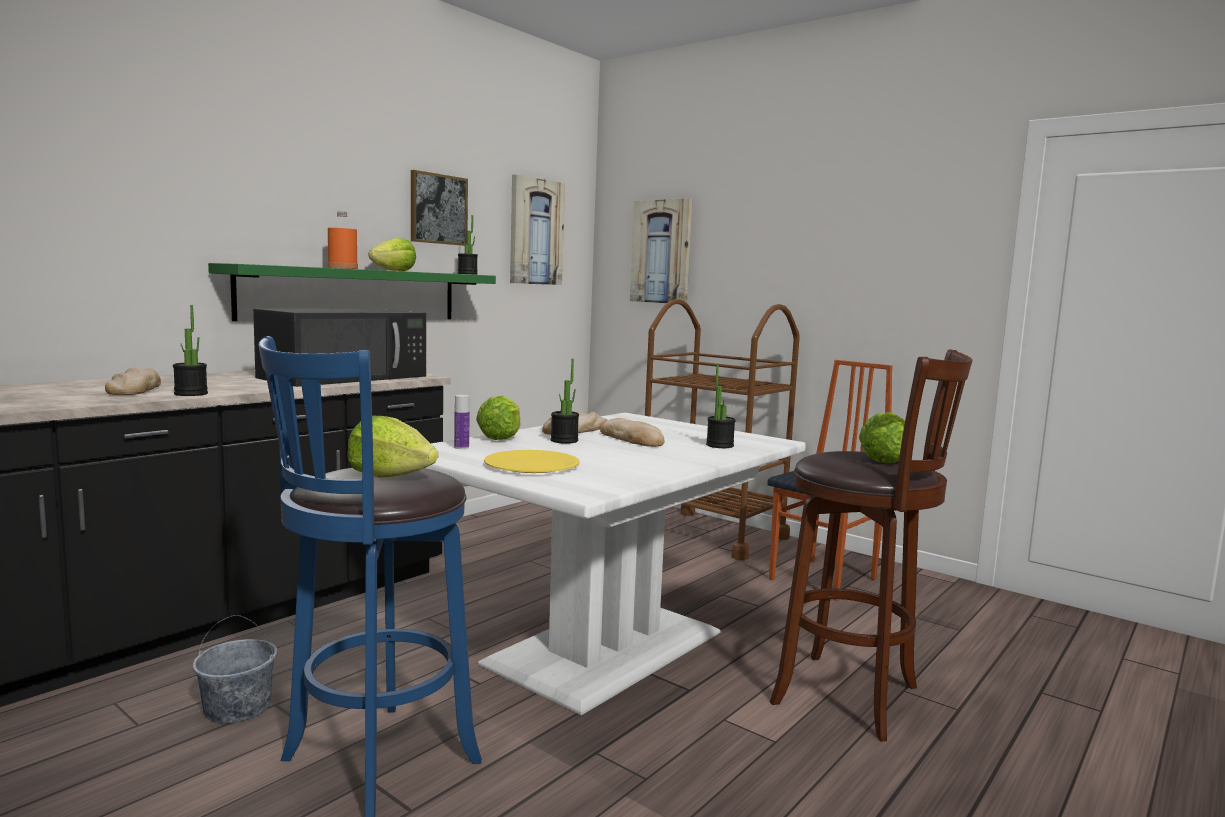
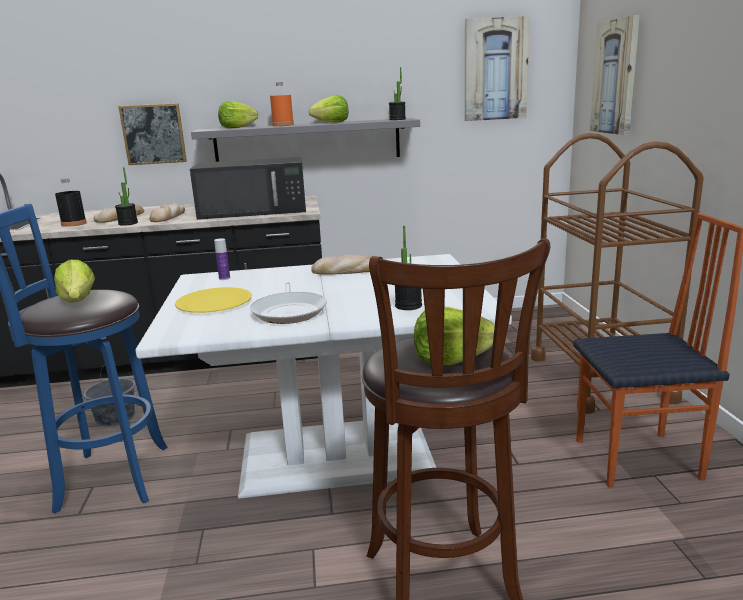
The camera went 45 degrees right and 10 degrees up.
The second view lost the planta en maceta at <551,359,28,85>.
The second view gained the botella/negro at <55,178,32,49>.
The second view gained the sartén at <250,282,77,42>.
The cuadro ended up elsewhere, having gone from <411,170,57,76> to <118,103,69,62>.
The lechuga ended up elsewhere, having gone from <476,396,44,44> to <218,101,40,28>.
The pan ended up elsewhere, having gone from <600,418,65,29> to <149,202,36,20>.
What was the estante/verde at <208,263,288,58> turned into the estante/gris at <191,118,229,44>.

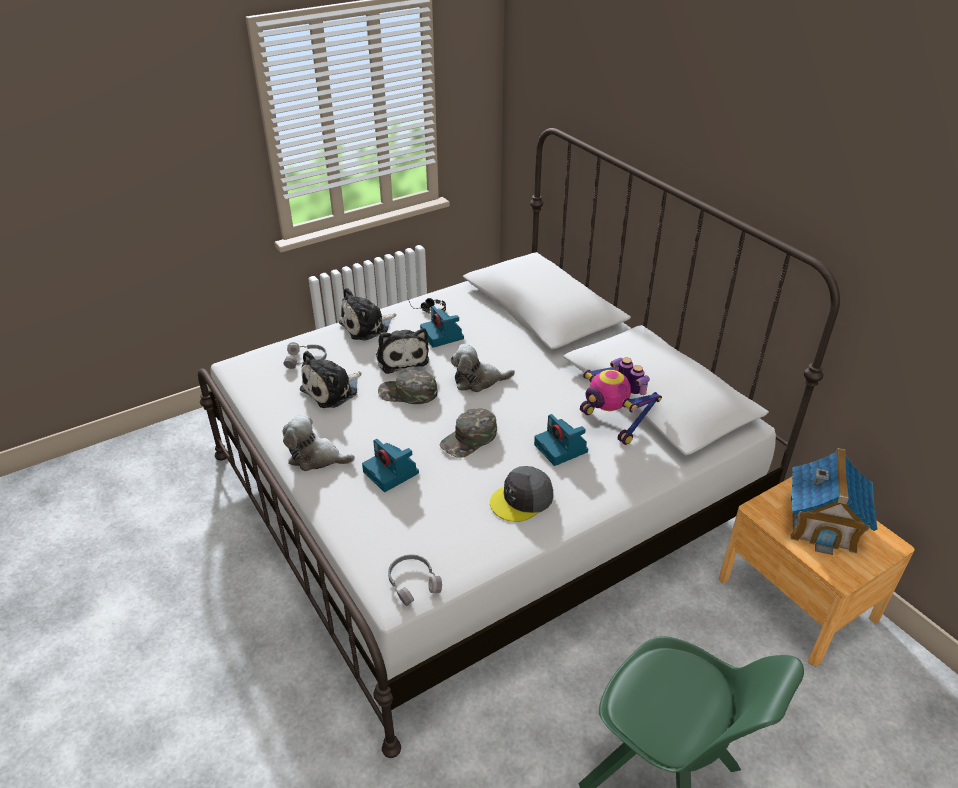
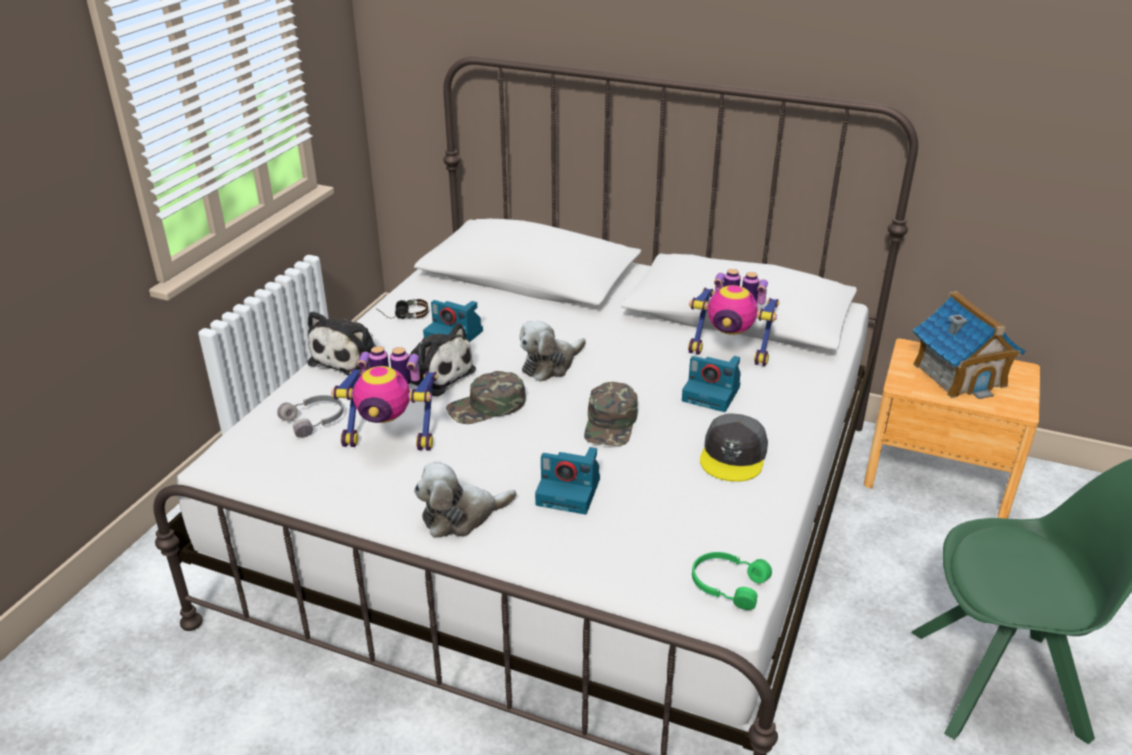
The camera went 35 degrees left and 5 degrees down.
Where the peluche stood at <300,351,61,57>, the robot de juguete came to stand at <331,346,107,105>.
What was the auriculares/gris at <388,555,54,51> turned into the auriculares/verde at <692,552,80,58>.

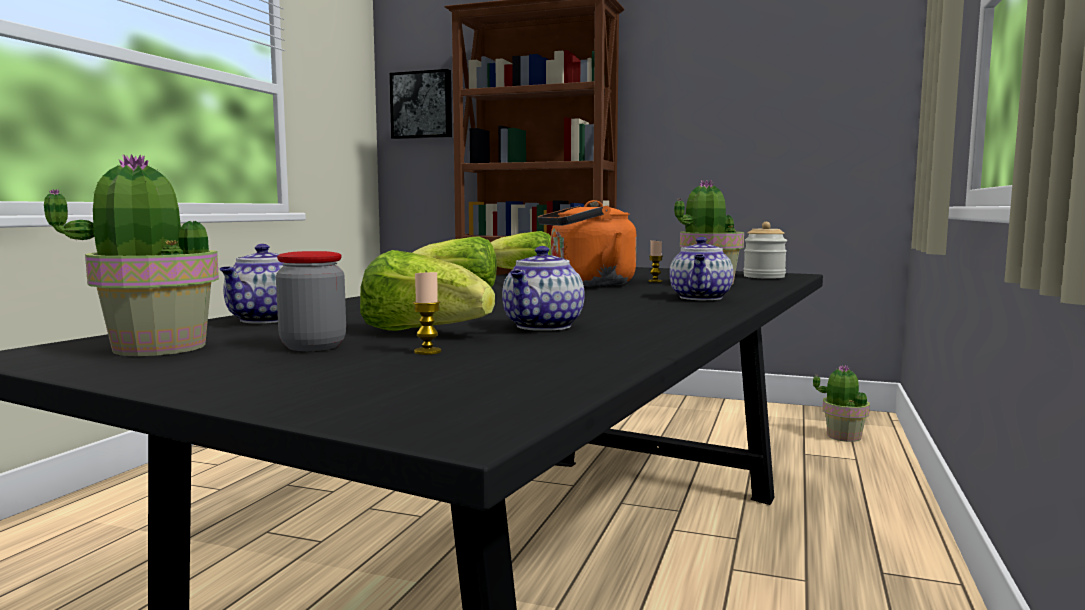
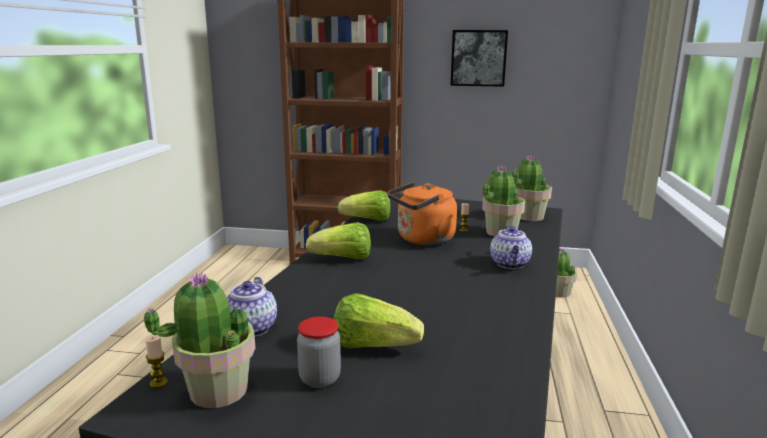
The camera went 10 degrees left and 10 degrees up.
The second view lost the tetera at <502,246,83,85>.
The cuadro ended up elsewhere, having gone from <390,69,62,70> to <451,30,57,57>.
The vela ended up elsewhere, having gone from <413,272,28,83> to <145,336,23,52>.
Where the tarro stood at <743,222,44,57>, the planta en maceta came to stand at <512,155,40,66>.

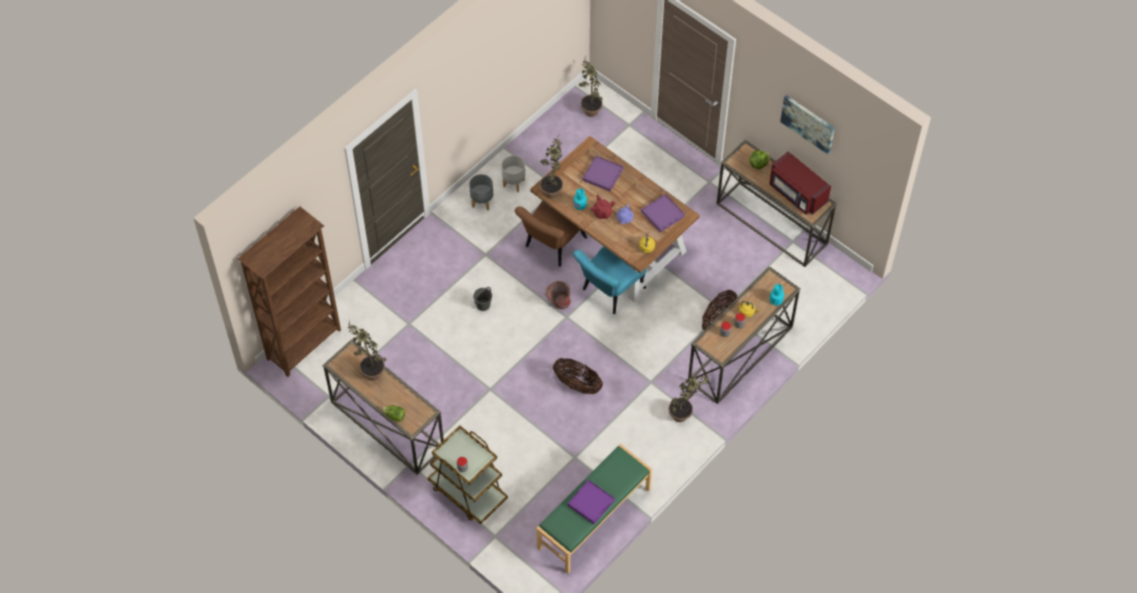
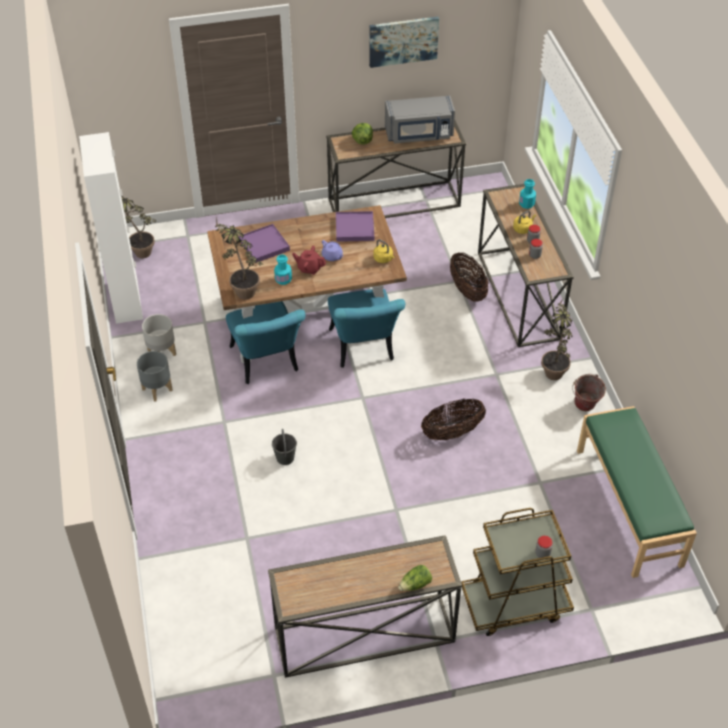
The camera went 55 degrees left and 10 degrees down.
The second view lost the estantería/marrón at <238,207,103,170>.
The second view lost the planta en maceta at <348,322,39,59>.
The second view lost the bandeja/morado at <568,480,47,44>.
The second view gained the armario/blanco at <79,132,64,192>.
The cubo ended up elsewhere, having gone from <545,281,26,28> to <572,374,34,37>.
What was the silla/marrón at <515,201,72,66> turned into the silla/turquesa at <226,301,80,83>.
What was the microondas/rojo at <770,151,61,64> turned into the microondas/gris at <385,96,70,47>.

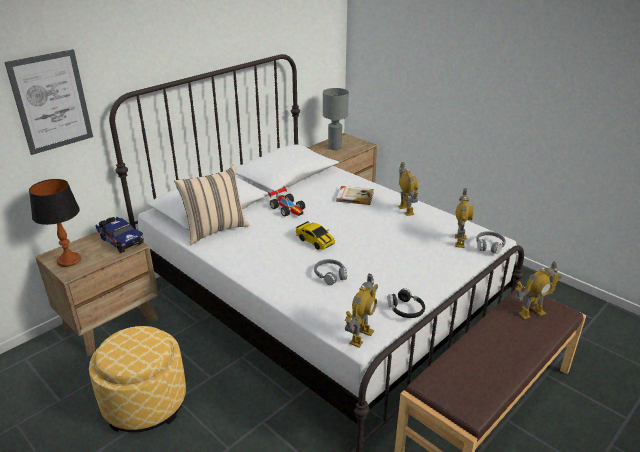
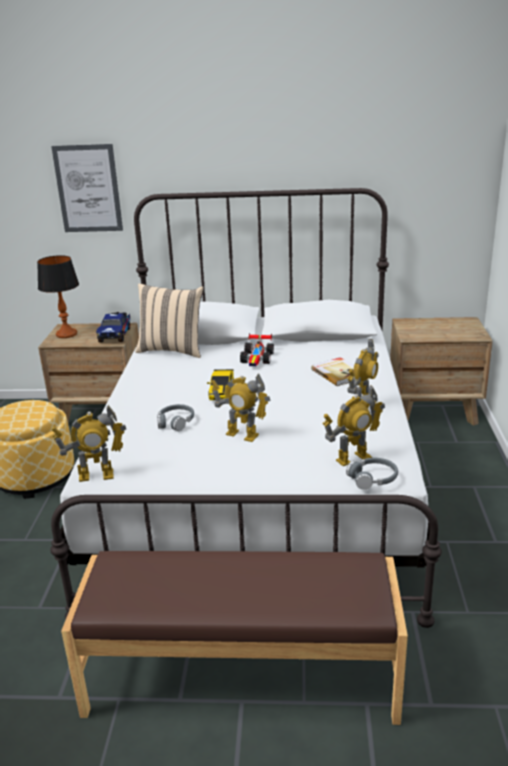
The camera went 50 degrees right and 5 degrees down.
The second view lost the lámpara de mesa/gris at <323,88,26,62>.
The second view lost the auriculares/negro at <387,288,38,30>.
The robot de juguete ended up elsewhere, having gone from <515,261,47,58> to <211,374,59,68>.

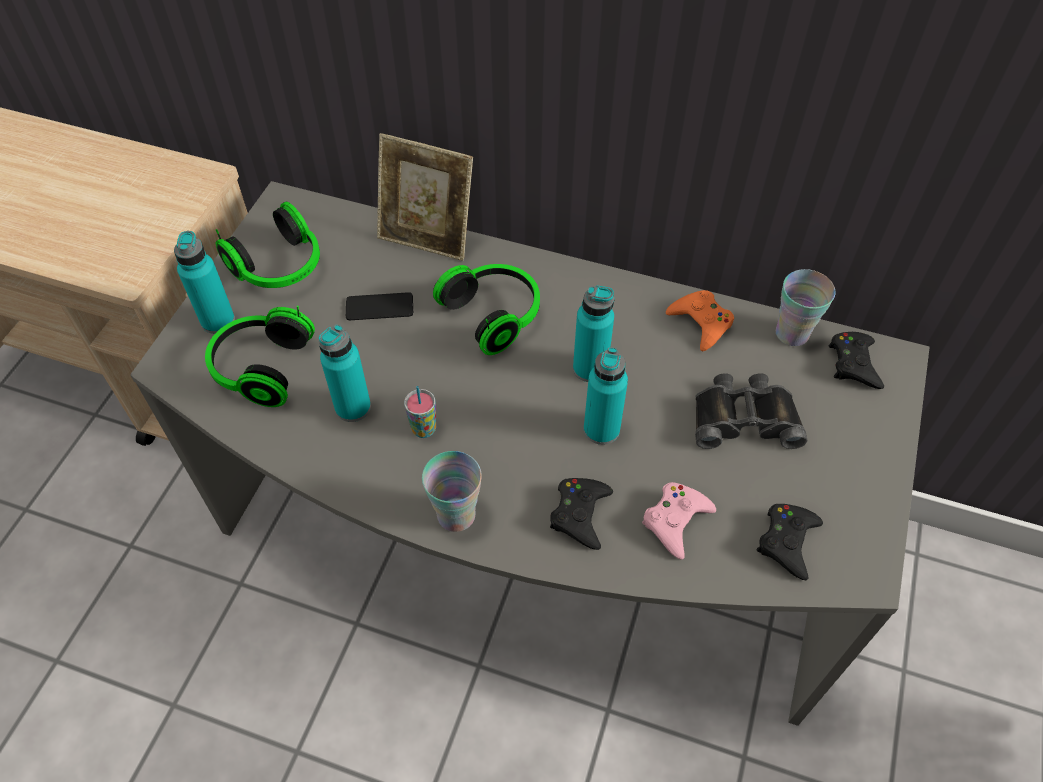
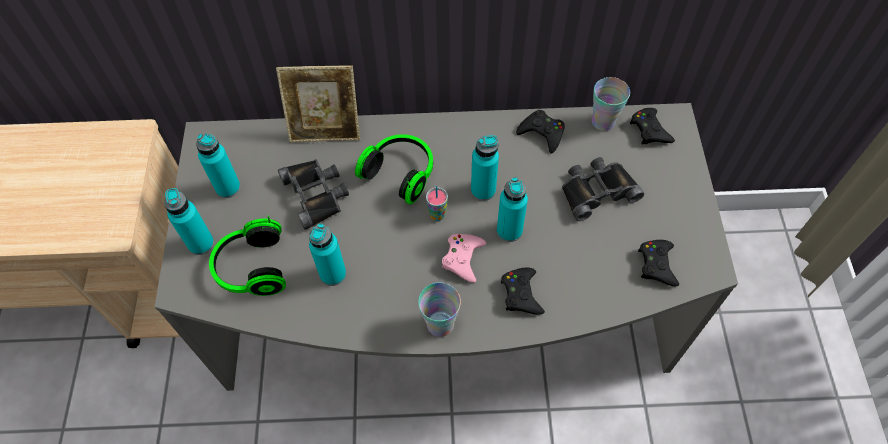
The camera went 20 degrees left and 5 degrees up.
The taza ended up elsewhere, having gone from <404,386,32,52> to <426,186,22,35>.
The mando de consola/rosa ended up elsewhere, having gone from <642,482,74,78> to <442,234,44,49>.
Where the auriculares stood at <216,202,104,86>, the botella/turquesa came to stand at <196,133,45,65>.
Where the móvil stood at <346,292,67,28>, the prismáticos/negro came to stand at <278,159,71,71>.
What was the mando de consola/naranja at <666,290,68,61> turned into the mando de consola/negro at <516,110,49,44>.

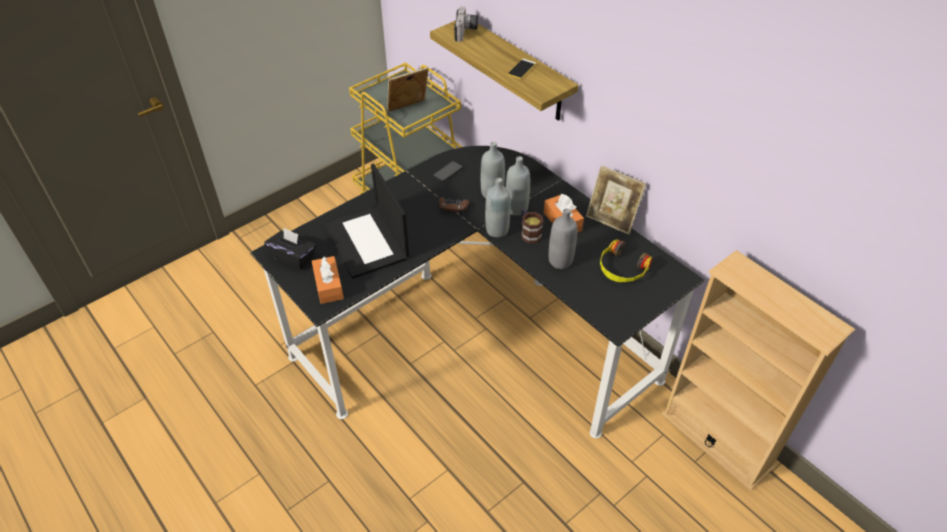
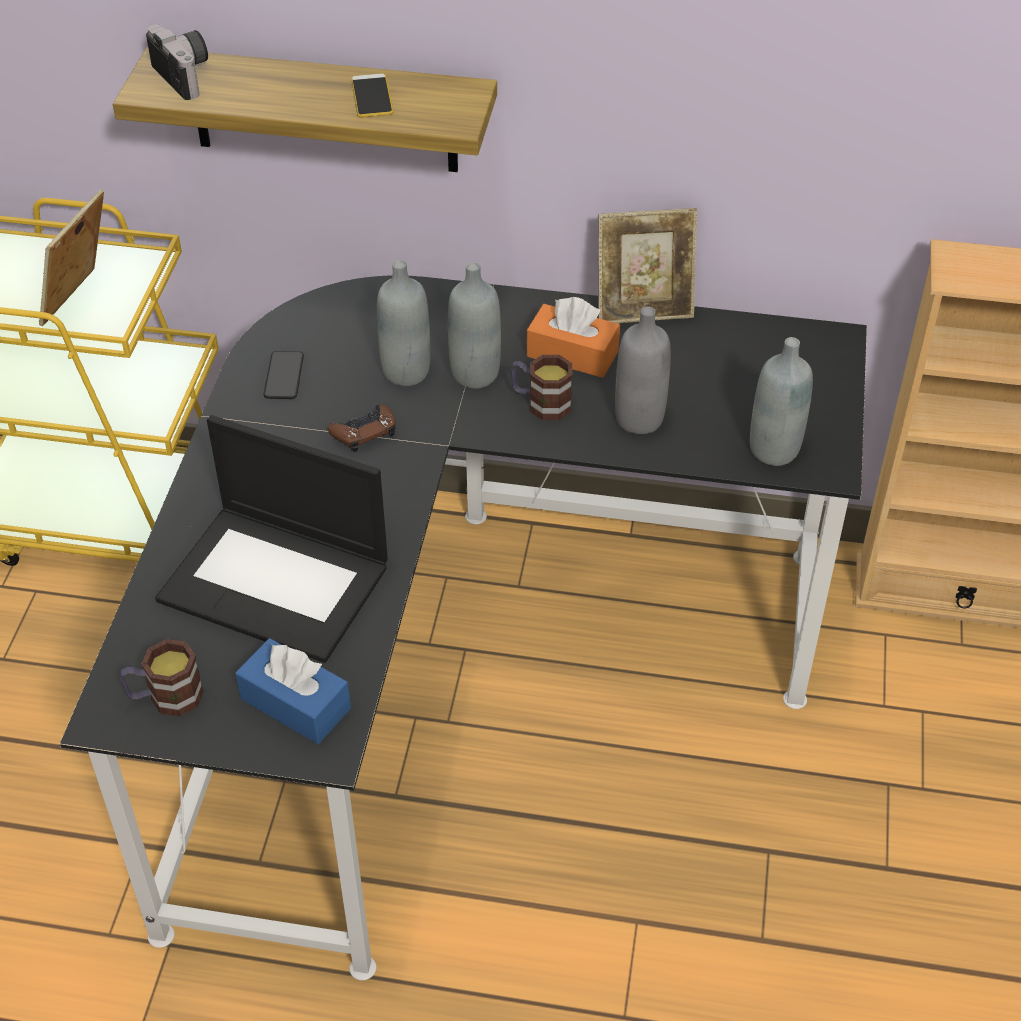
The camera went 40 degrees left and 0 degrees up.
The second view lost the auriculares at <600,239,52,43>.
The botella/gris ended up elsewhere, having gone from <485,178,26,59> to <750,337,63,129>.
Where the caja de pañuelos/negro stood at <264,228,52,42>, the taza grande came to stand at <119,639,85,77>.
What was the caja de pañuelos/naranja at <312,256,32,48> turned into the caja de pañuelos/azul at <235,638,116,106>.

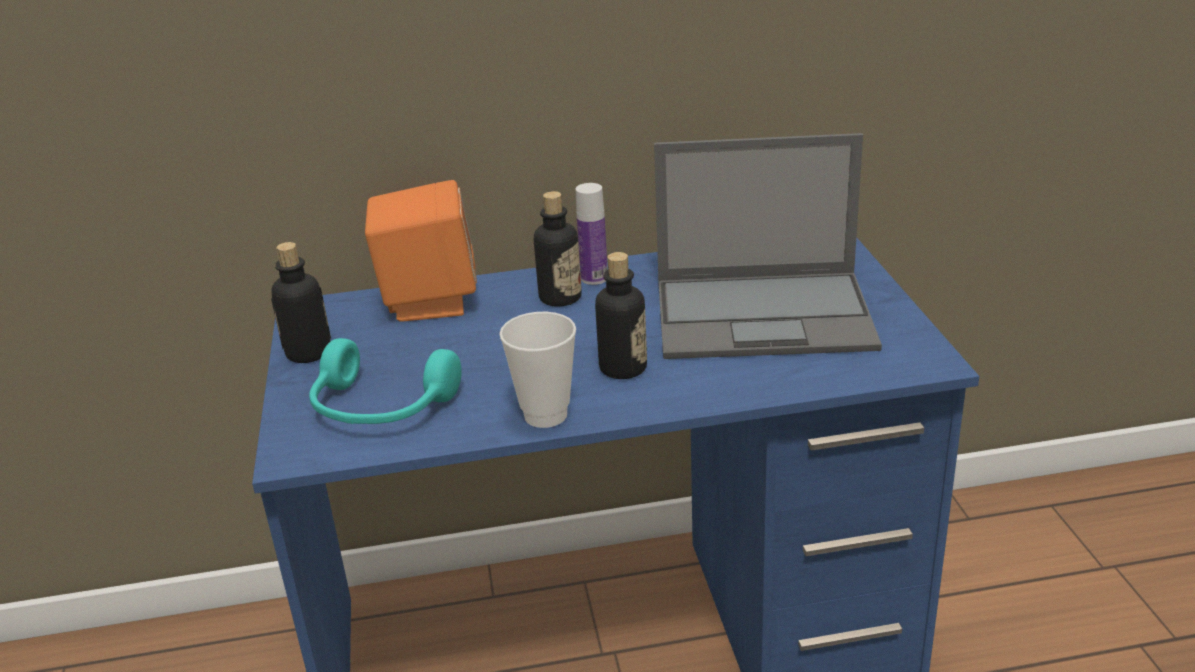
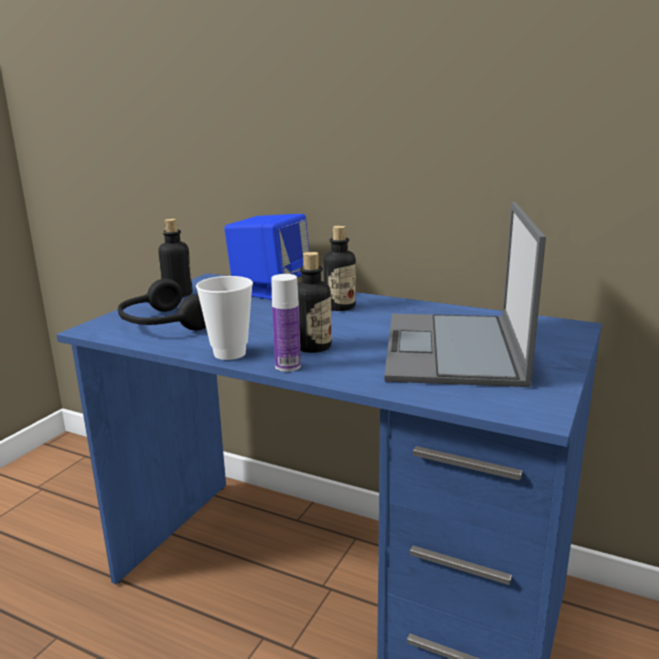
The camera went 35 degrees right and 10 degrees down.
The botella ended up elsewhere, having gone from <575,183,33,102> to <271,274,30,98>.
What was the auriculares/turquesa at <309,338,153,86> turned into the auriculares/negro at <118,279,88,52>.
What was the altavoz/naranja at <365,180,112,142> turned into the altavoz/azul at <224,214,85,86>.
The portátil at <654,133,228,226> ended up facing another way, 60 degrees clockwise from before.

